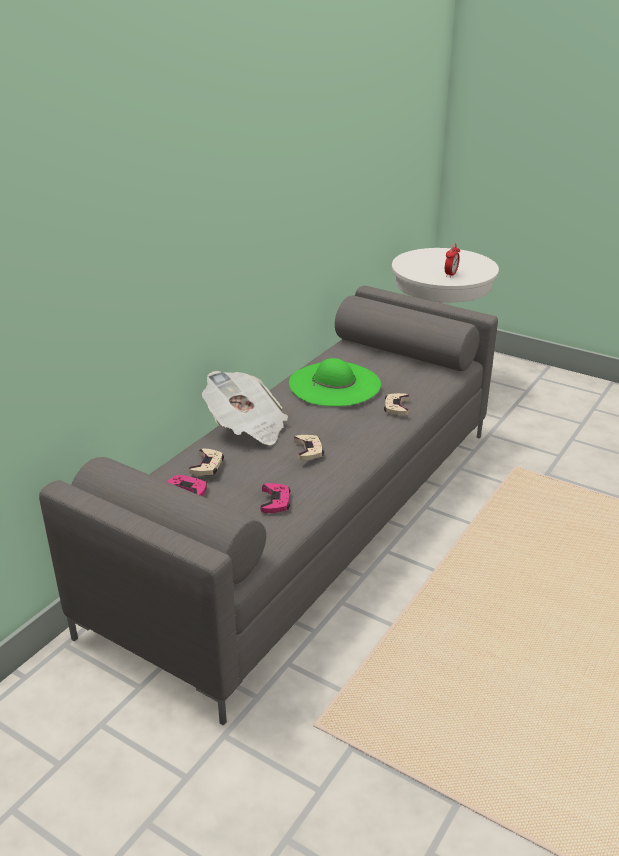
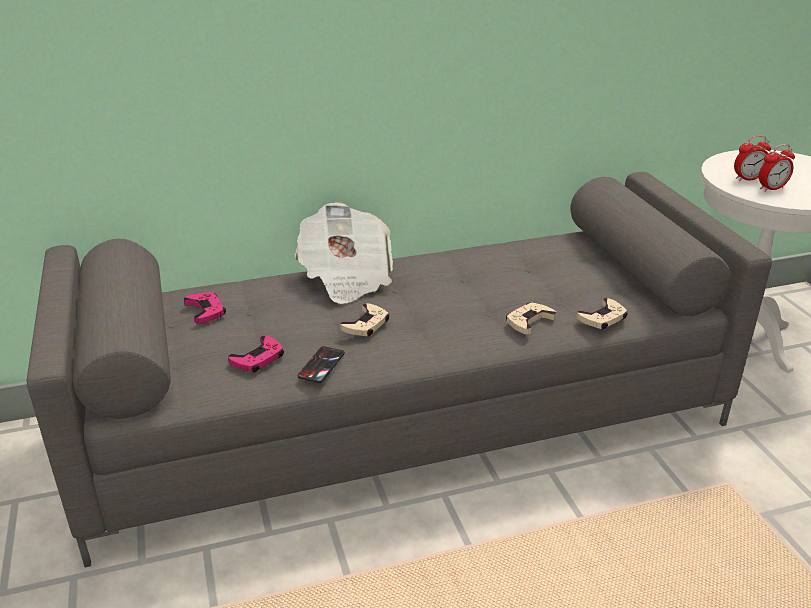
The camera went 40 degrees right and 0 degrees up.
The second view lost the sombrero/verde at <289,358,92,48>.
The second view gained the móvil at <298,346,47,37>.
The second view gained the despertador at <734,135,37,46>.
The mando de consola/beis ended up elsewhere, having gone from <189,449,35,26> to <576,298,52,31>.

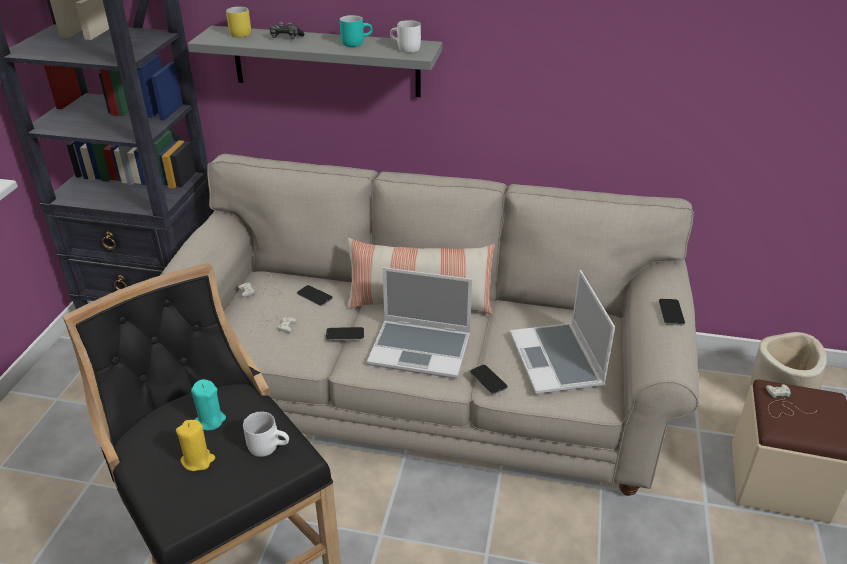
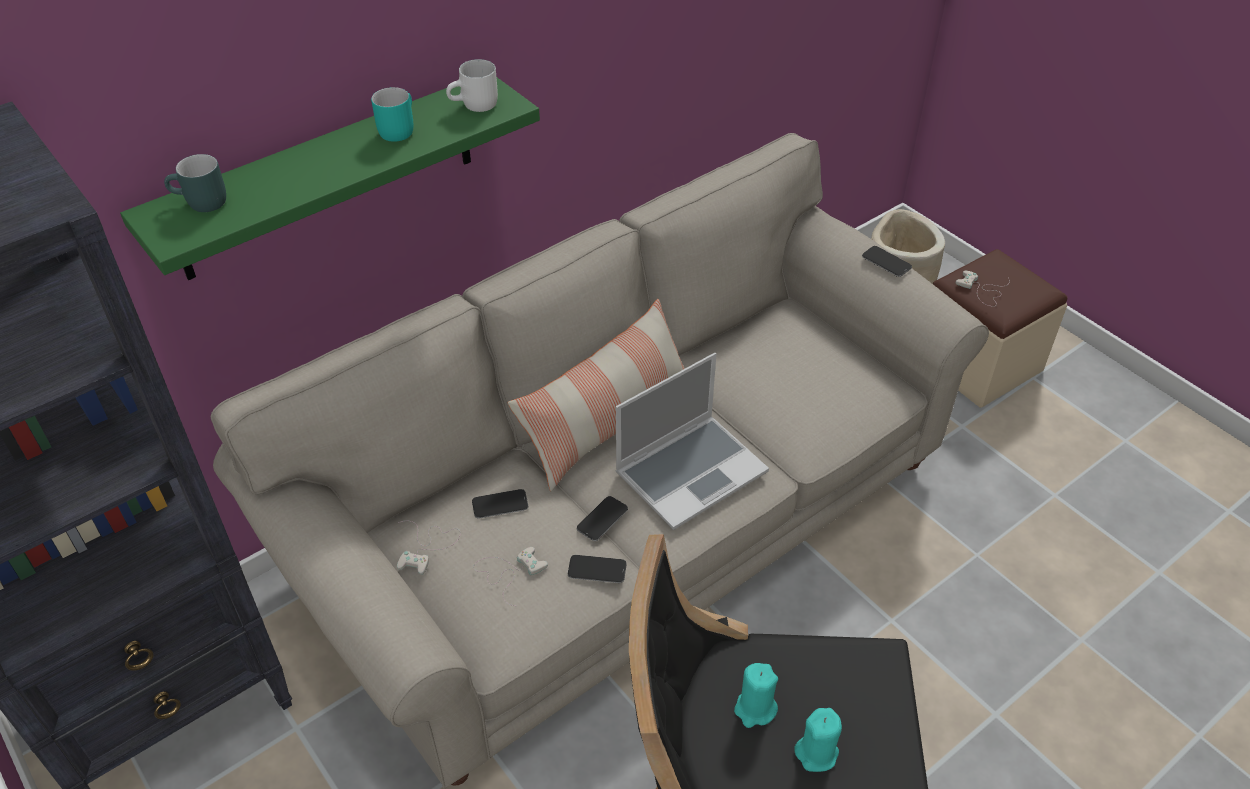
The camera went 50 degrees left and 10 degrees up.
The second view lost the taza grande/blanco at <243,411,46,46>.
The second view lost the mando de consola at <269,22,36,17>.
The second view lost the portátil at <510,270,105,124>.
The móvil ended up elsewhere, having gone from <470,365,38,30> to <568,555,59,28>.
What was the vela/amarillo at <176,420,39,51> turned into the vela/turquesa at <794,708,48,64>.
What was the estante/gris at <188,26,254,71> turned into the estante/verde at <120,77,420,203>.
What was the taza grande/amarillo at <226,6,25,31> turned into the taza grande/turquesa at <164,154,62,58>.

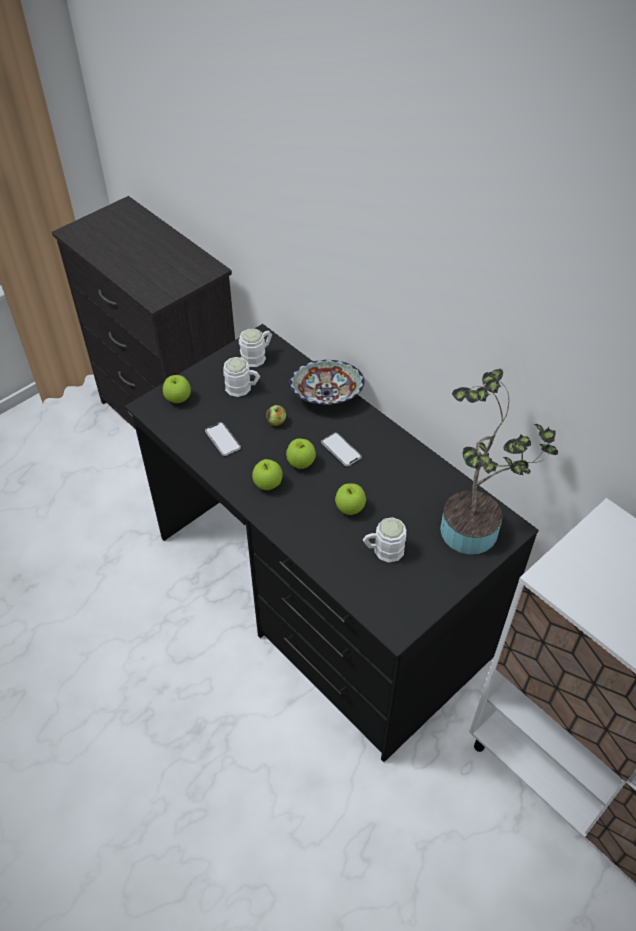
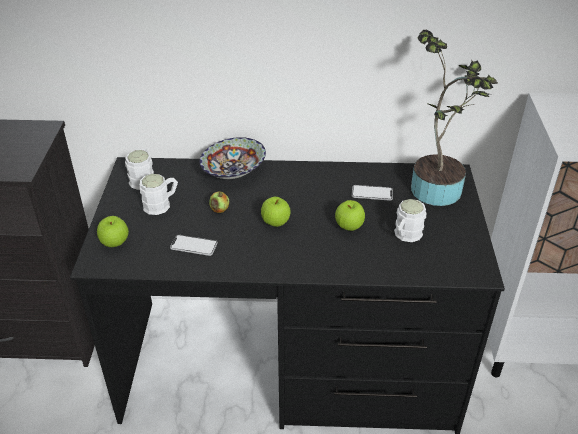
The camera went 45 degrees left and 10 degrees down.
The second view lost the manzana at <252,459,31,31>.
The móvil ended up elsewhere, having gone from <321,433,41,33> to <352,185,41,16>.

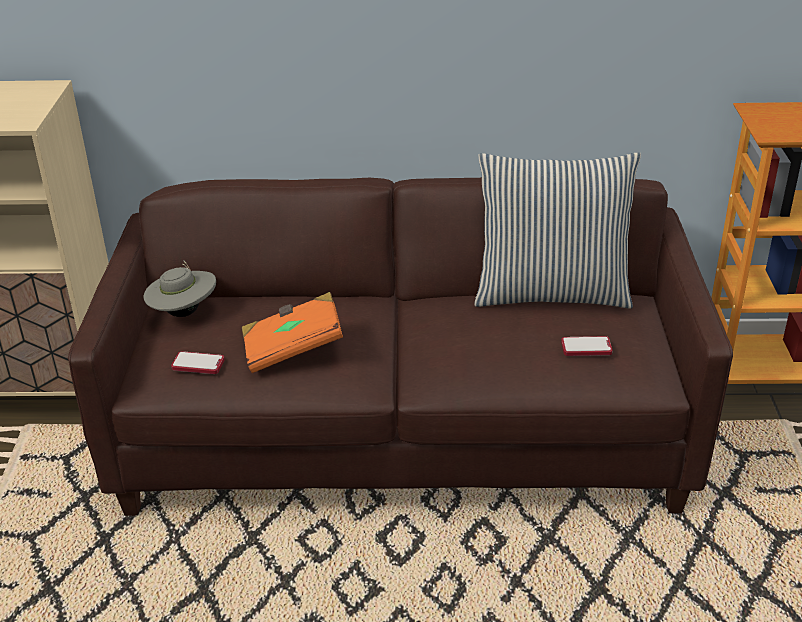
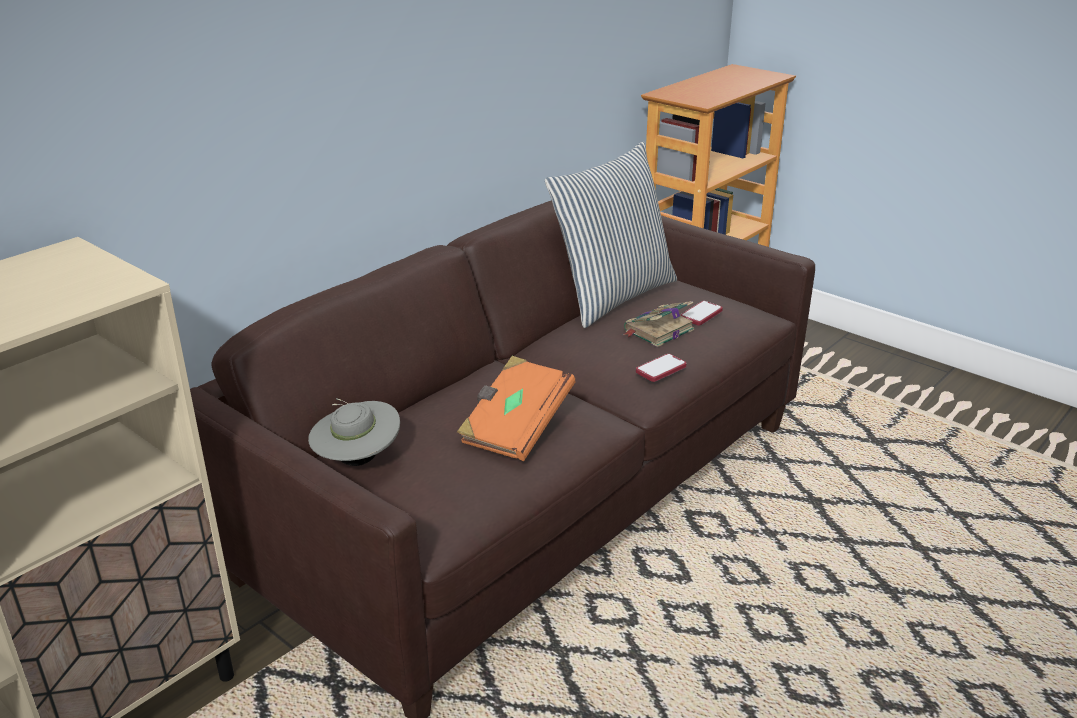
The camera went 50 degrees left and 5 degrees down.
The second view gained the libro at <623,301,71,46>.
The móvil ended up elsewhere, having gone from <171,351,54,23> to <636,354,51,28>.

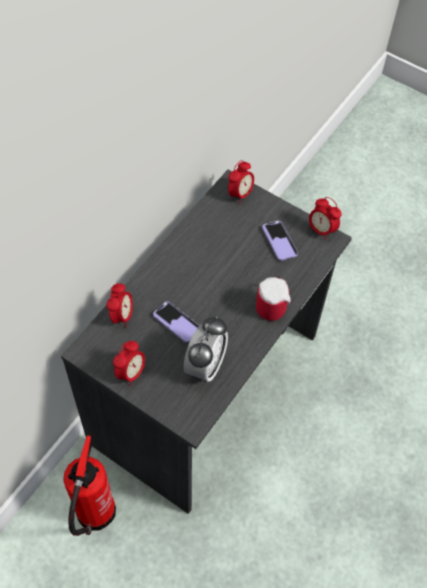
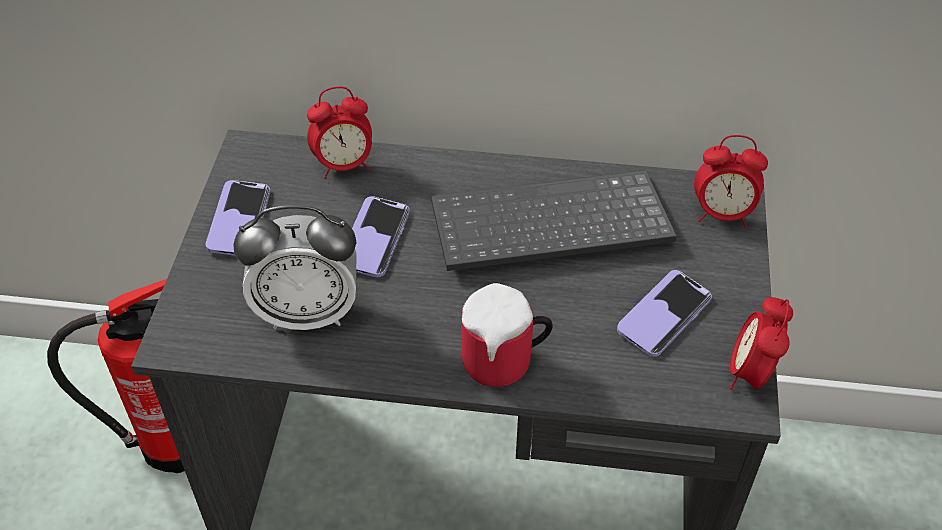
The camera went 65 degrees right and 10 degrees down.
The second view gained the teclado at <431,170,246,101>.
Where the despertador stood at <113,341,32,45>, the móvil came to stand at <206,180,64,76>.

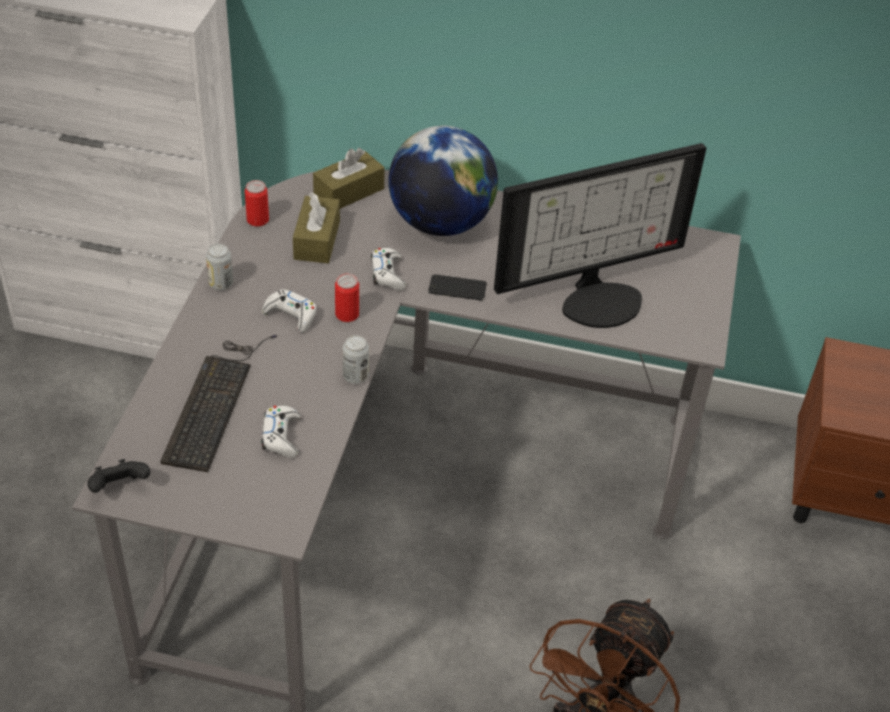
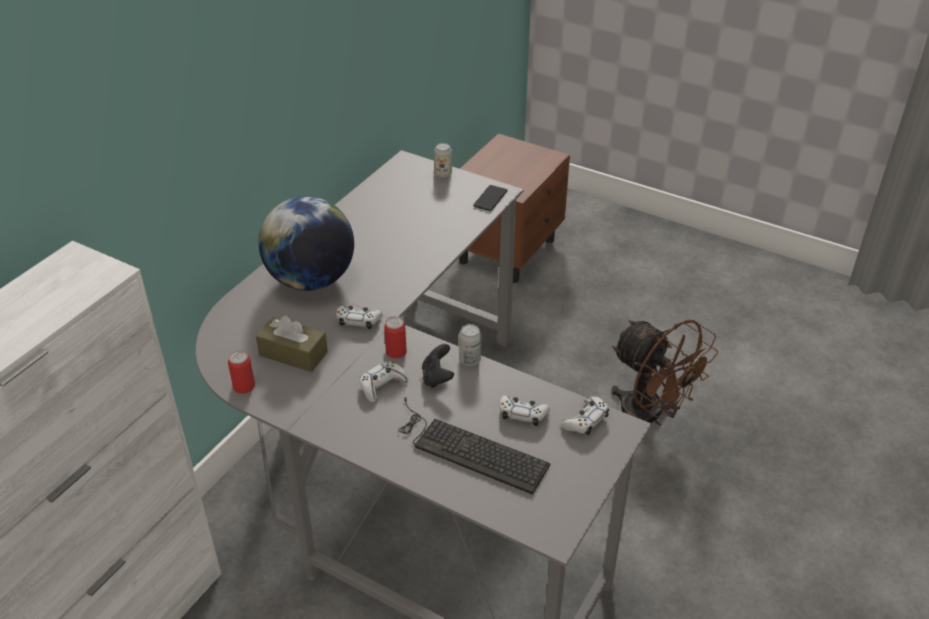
The camera went 70 degrees left and 5 degrees down.
The second view lost the caja de pañuelos/marrón at <313,148,72,61>.
The second view lost the monitor at <494,143,213,185>.
The second view gained the mando de consola/blanco at <561,397,48,38>.
The mando de consola/negro ended up elsewhere, having gone from <87,459,63,34> to <422,344,32,44>.
The lata ended up elsewhere, having gone from <206,243,27,47> to <434,143,18,35>.
The móvil ended up elsewhere, having gone from <428,274,59,27> to <473,185,35,26>.

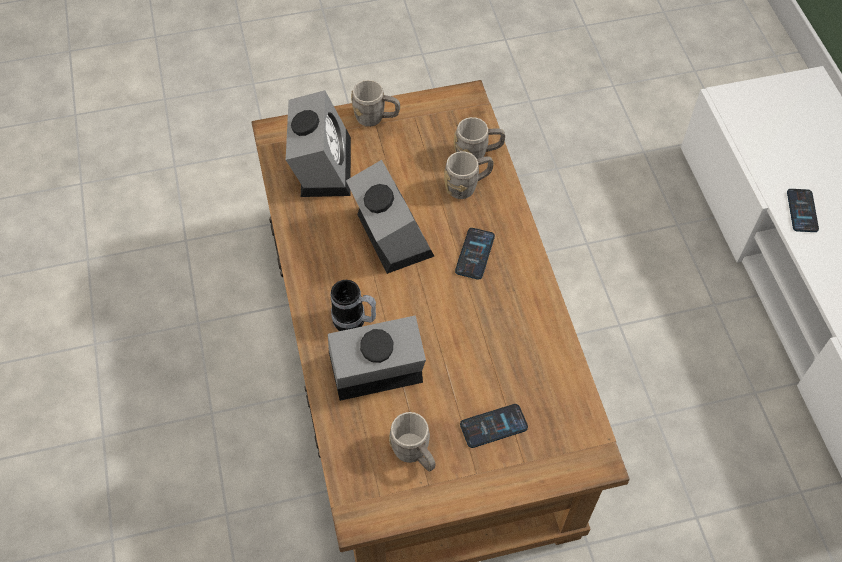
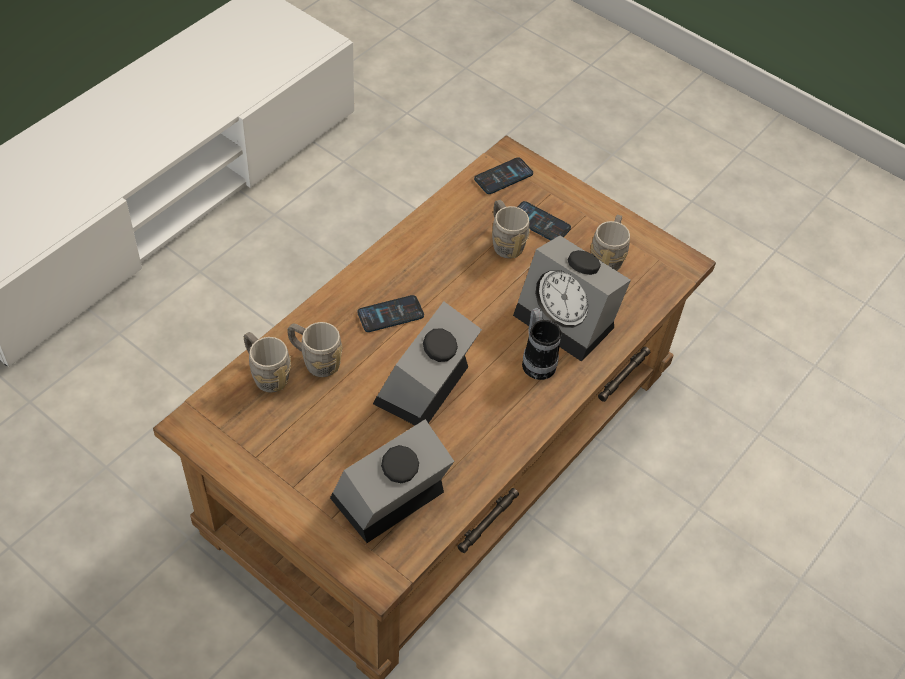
The camera went 130 degrees left and 5 degrees down.
The taza grande/gris ended up elsewhere, having gone from <351,80,49,47> to <492,200,38,59>.
The móvil ended up elsewhere, having gone from <787,189,32,43> to <474,158,59,36>.

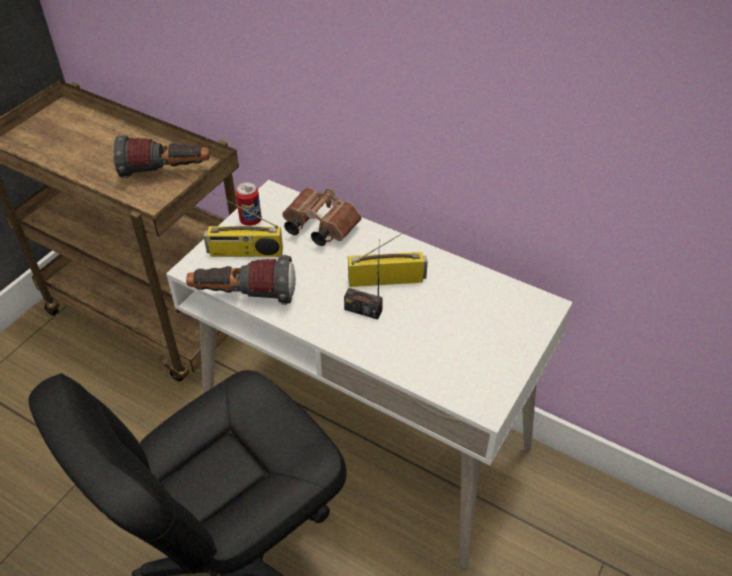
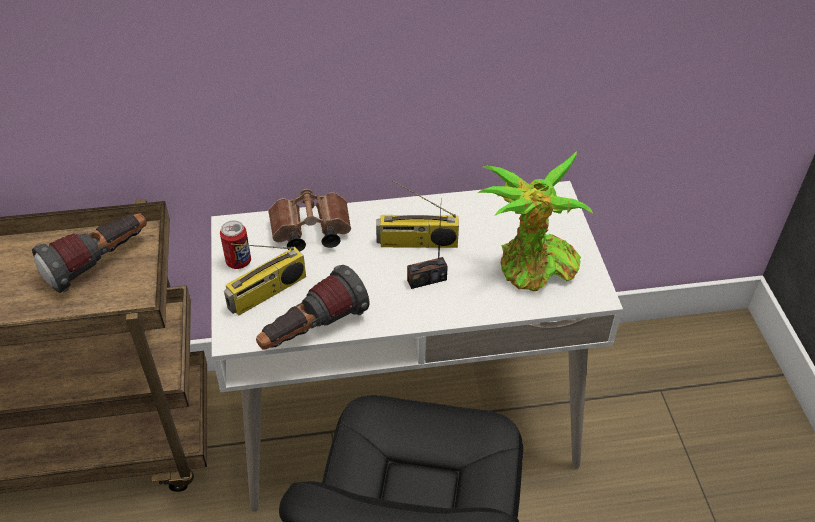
The camera went 40 degrees left and 0 degrees up.
The second view gained the planta en maceta at <478,151,115,140>.
The radio at <348,226,80,61> ended up facing another way, 135 degrees counterclockwise from before.

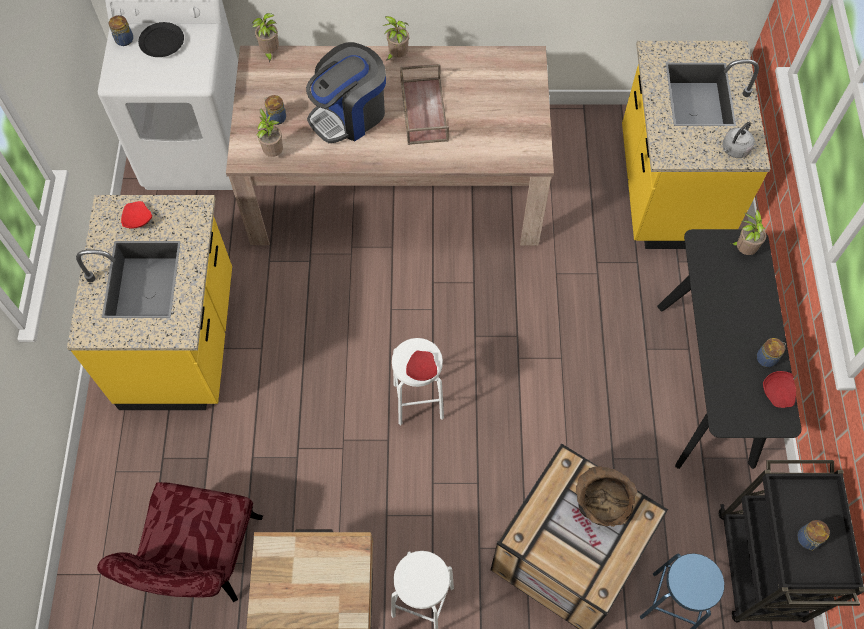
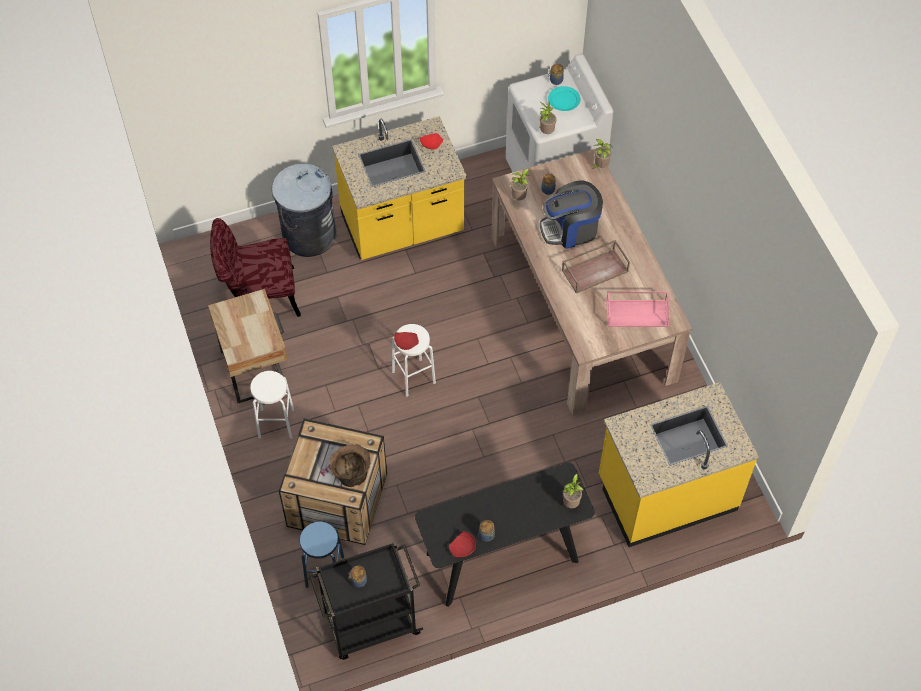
The camera went 70 degrees right and 5 degrees down.
The second view lost the hervidor/gris at <722,122,33,36>.
The second view gained the papelera/gris at <271,163,65,94>.
The second view gained the bandeja/rosa at <606,291,64,36>.
The planta en maceta ended up elsewhere, having gone from <383,16,26,45> to <540,102,16,32>.
What was the plato/negro at <138,22,46,35> turned into the plato/turquesa at <548,86,32,25>.
The cafetera at <306,42,80,101> ended up facing another way, 45 degrees counterclockwise from before.

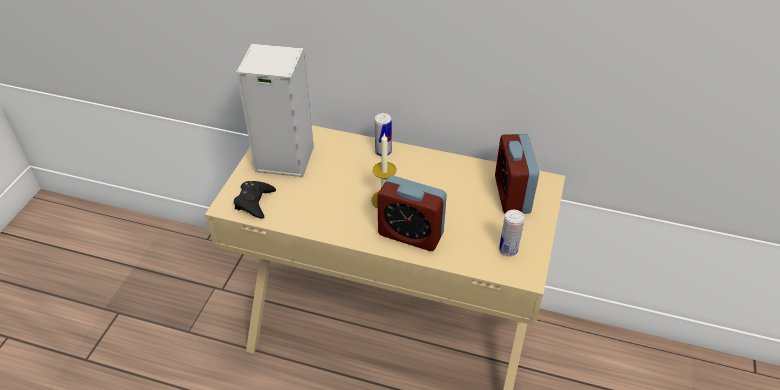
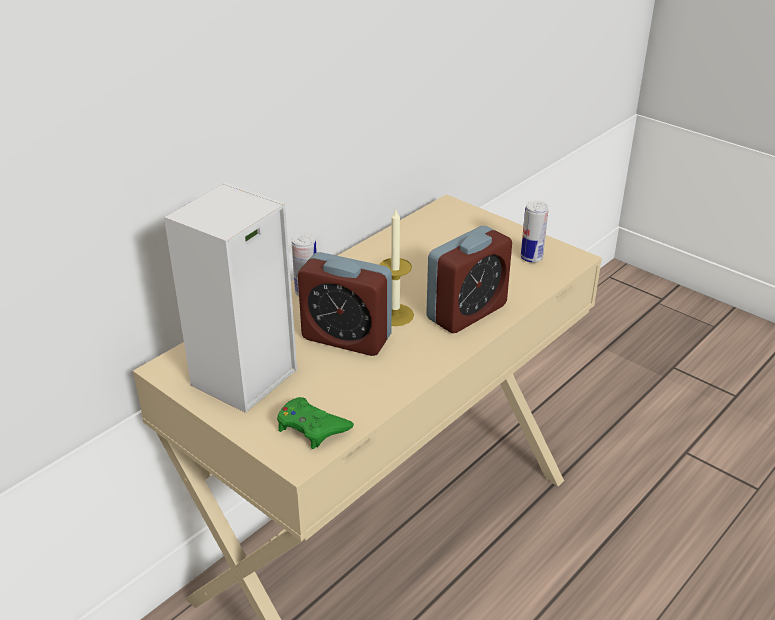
The camera went 65 degrees left and 10 degrees down.
The despertador ended up elsewhere, having gone from <495,134,44,80> to <298,252,94,104>.
What was the mando de consola/negro at <234,181,42,38> turned into the mando de consola/verde at <277,397,77,52>.

